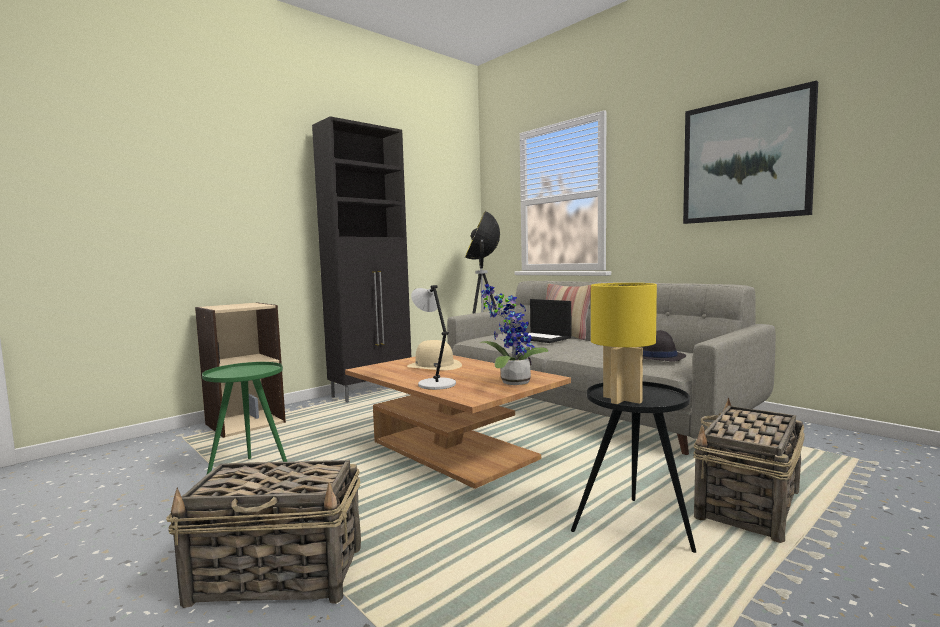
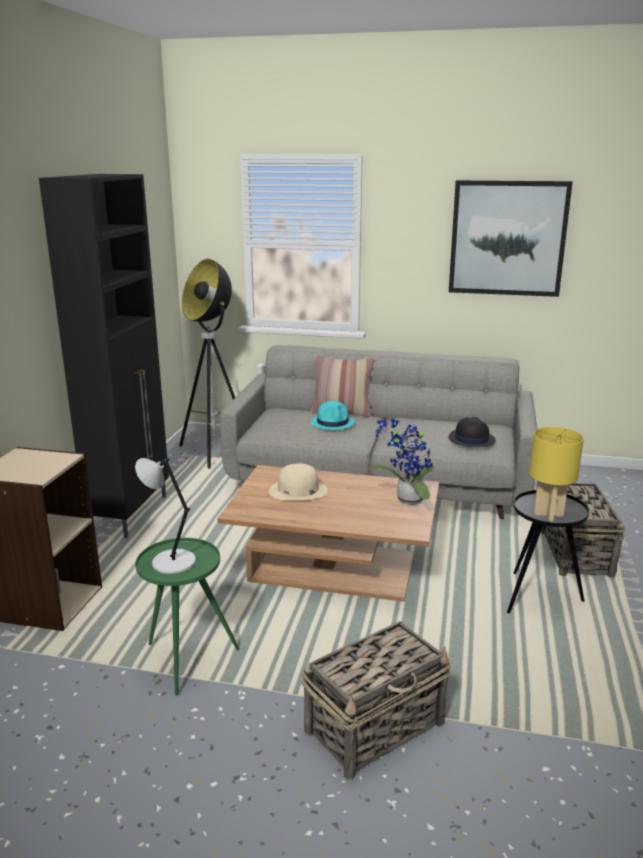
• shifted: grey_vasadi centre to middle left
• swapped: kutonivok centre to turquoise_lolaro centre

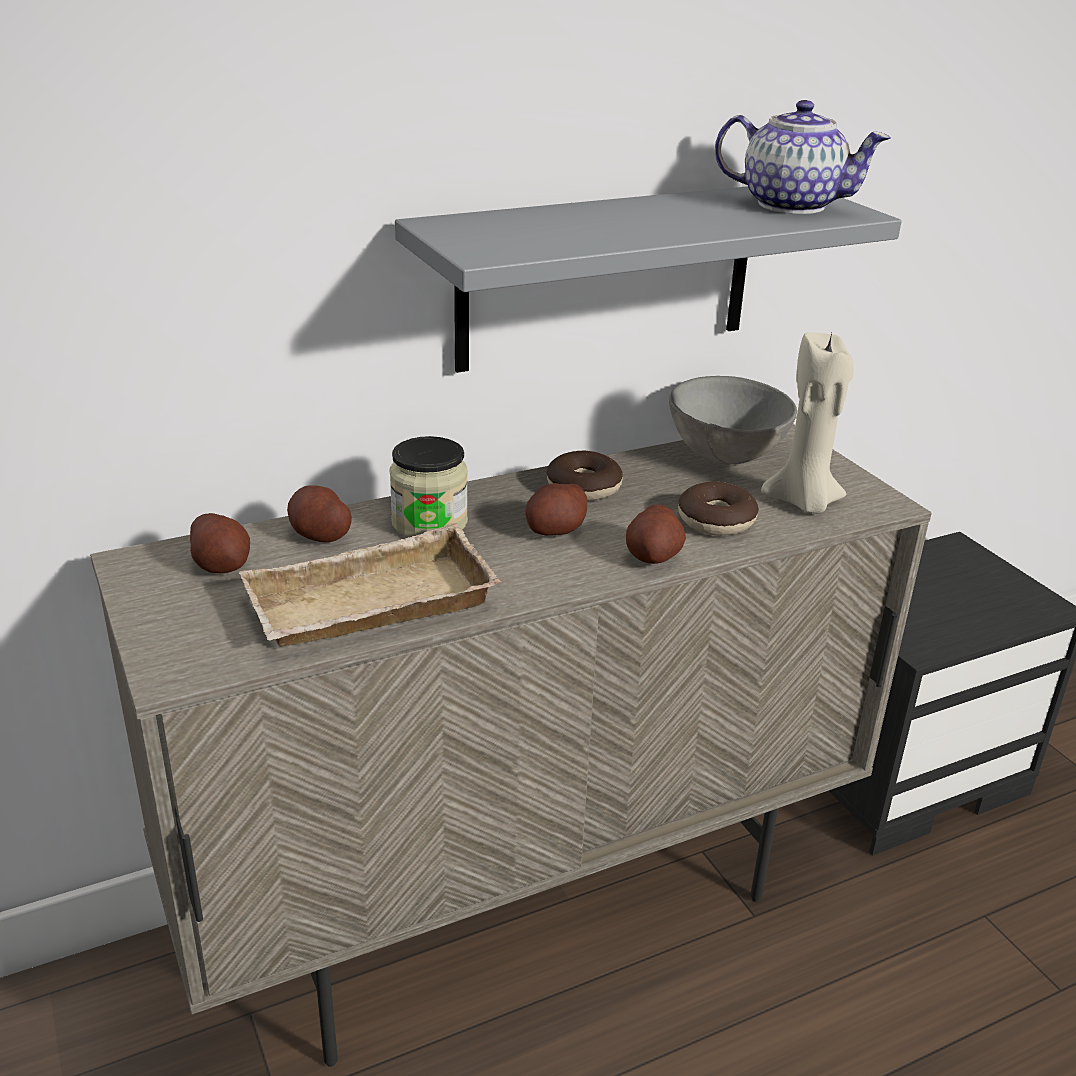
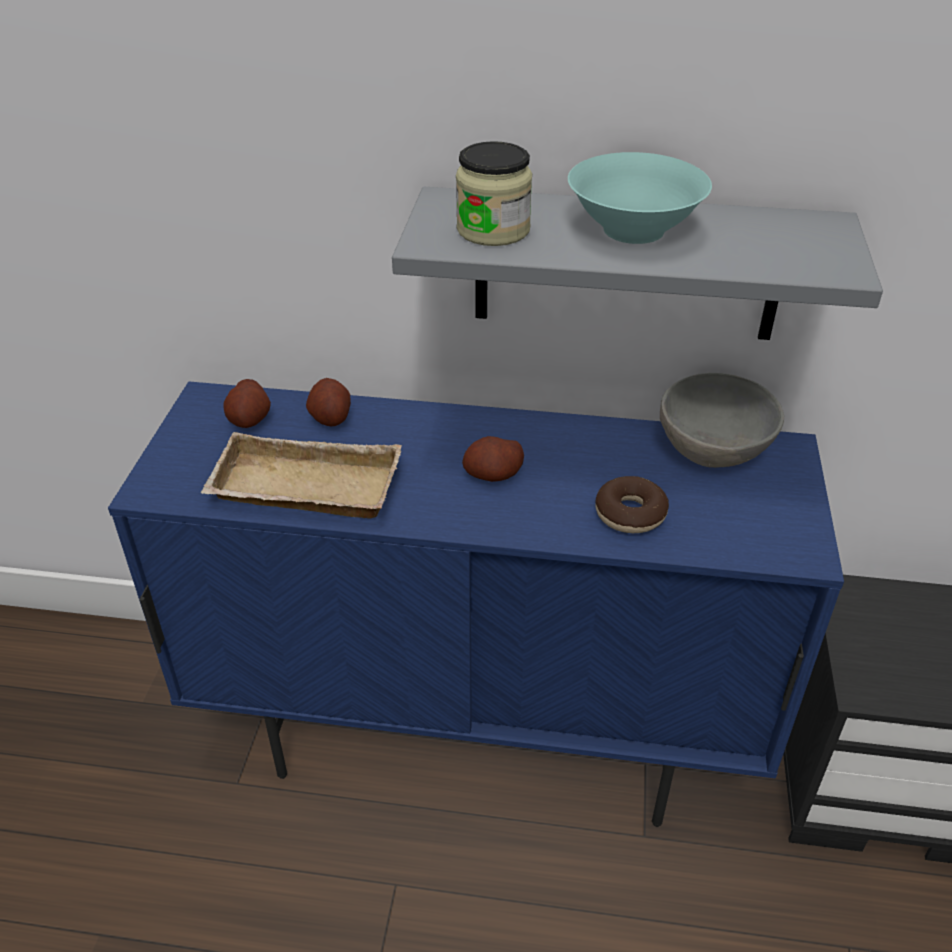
• repainted: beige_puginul bottom centre to blue_puginul centre
• shifted: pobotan centre to top centre
• new: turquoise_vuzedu top right
• gone: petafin (no. 1 from left) centre
• gone: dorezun (no. 4 from left) centre
• gone: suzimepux top right
• gone: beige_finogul middle right

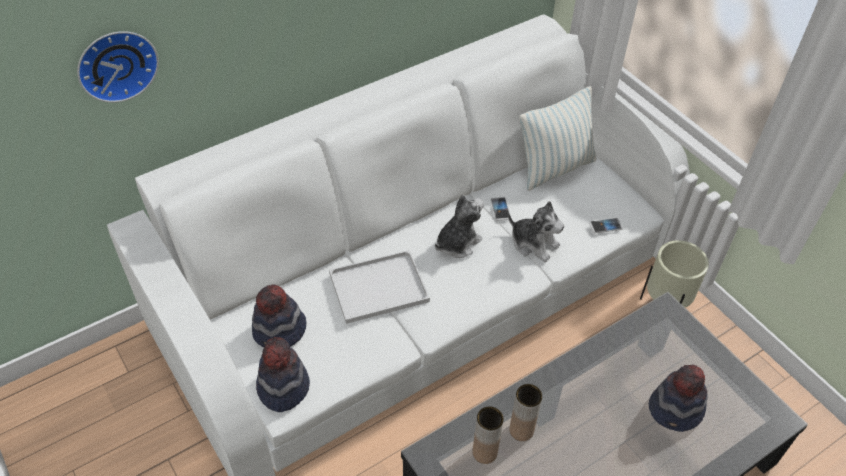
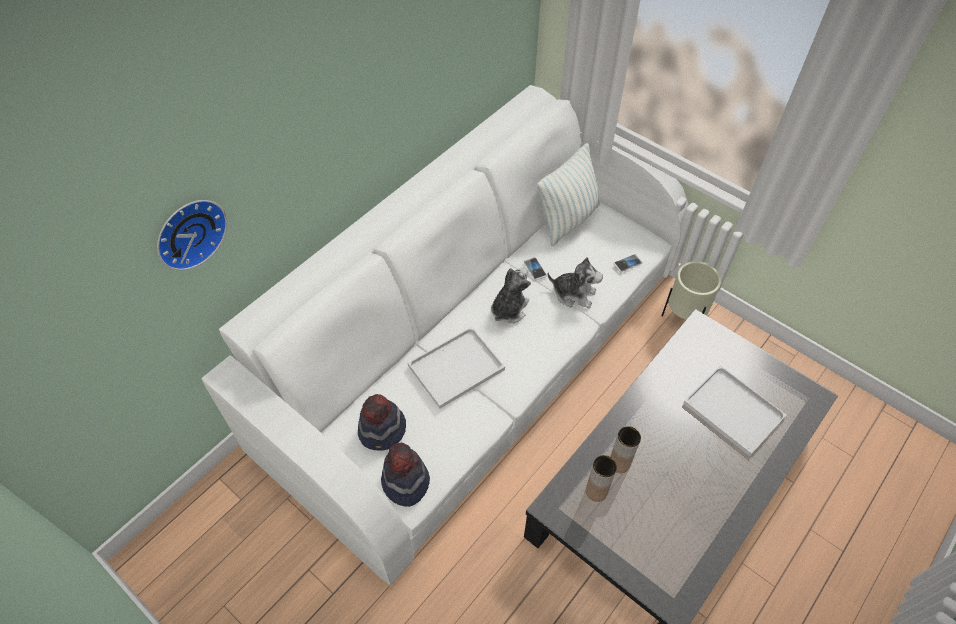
• swapped: lolaro (no. 3 from left) bottom right to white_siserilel (no. 2 from left) middle right

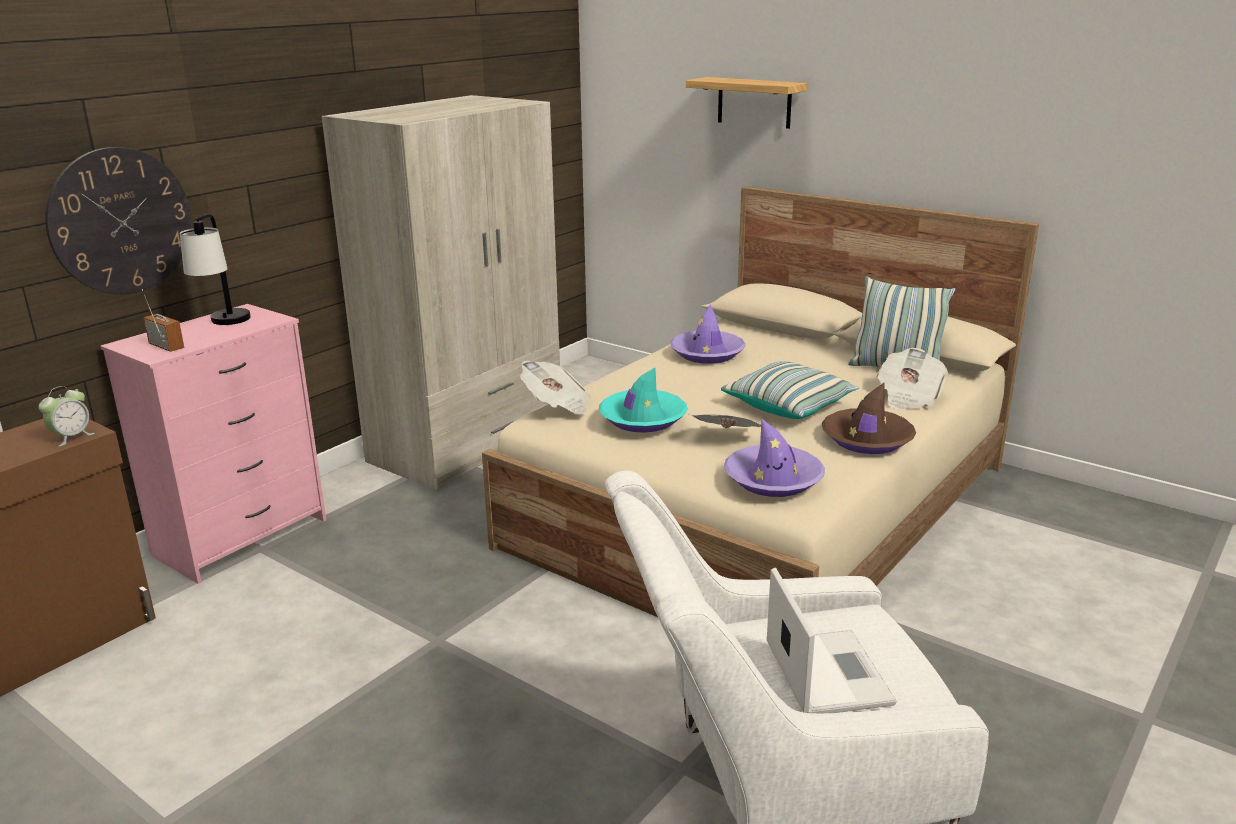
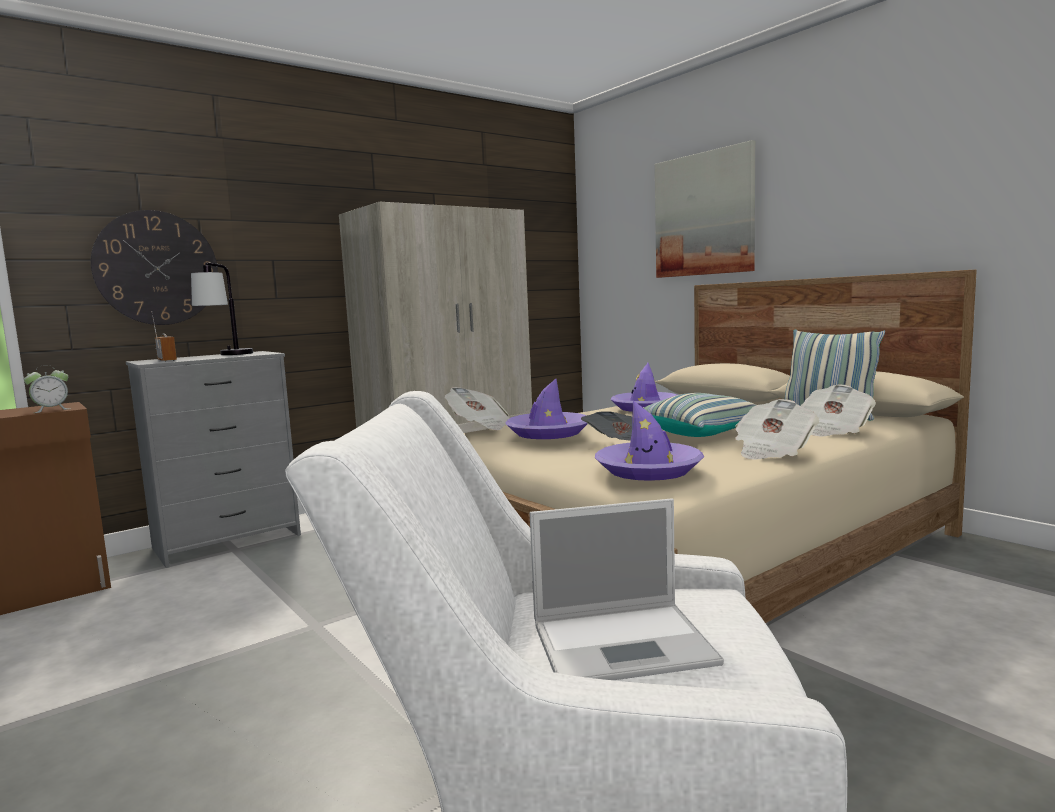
• repainted: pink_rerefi middle left to grey_rerefi middle left
• repainted: turquoise_lolaro centre to purple_lolaro (no. 1 from left) centre
• rotated: kutonivok bottom right = bottom centre 75 degrees clockwise
• swapped: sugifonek top centre to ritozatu top right
• swapped: brown_lolaro middle right to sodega (no. 3 from left) middle right

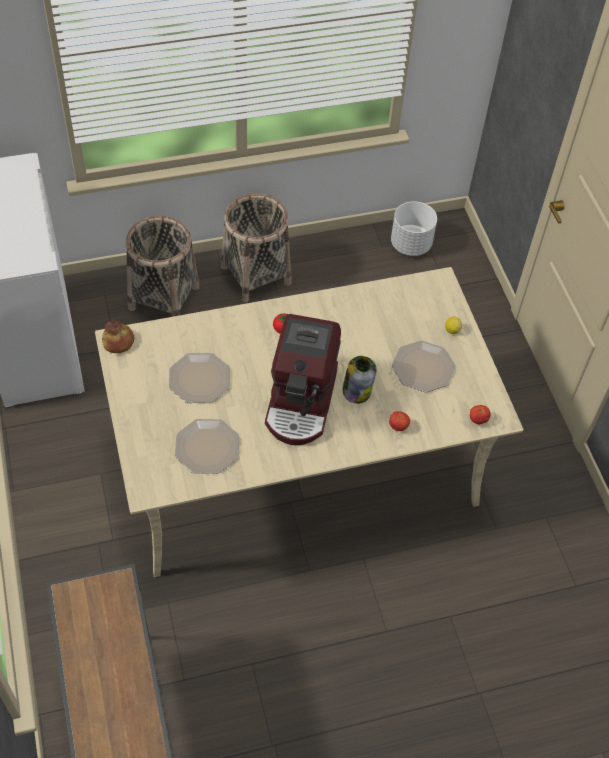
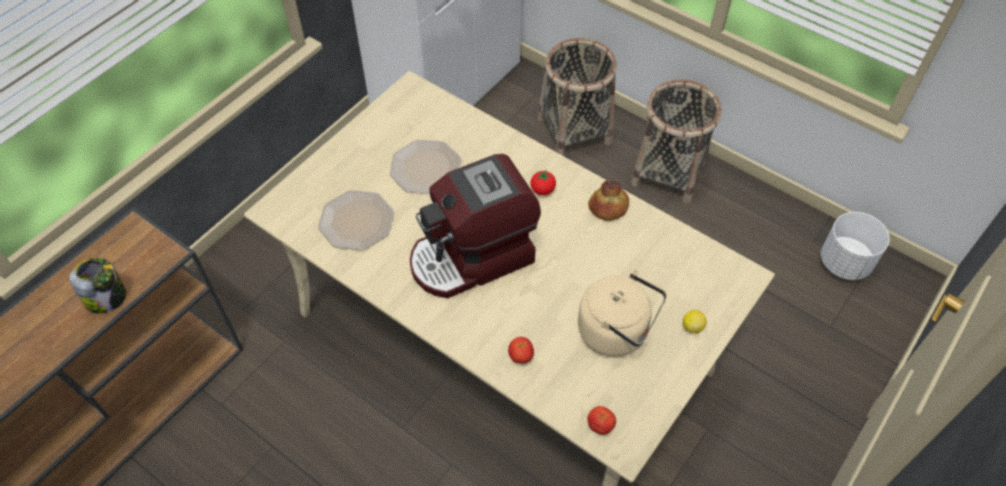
• shifted: pobotan centre to middle left
• swapped: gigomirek (no. 3 from left) middle right to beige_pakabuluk centre
• shifted: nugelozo middle left to centre

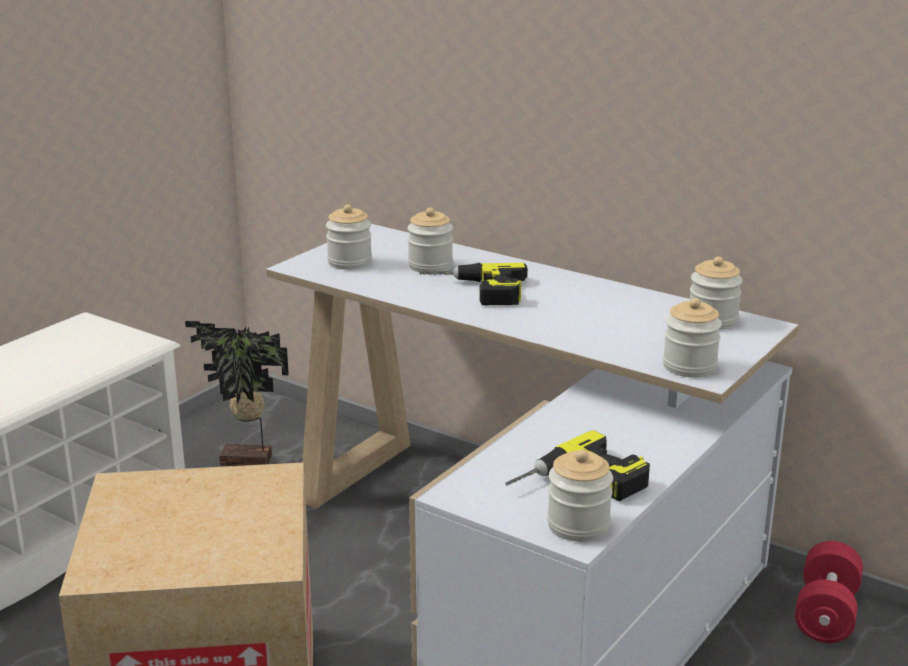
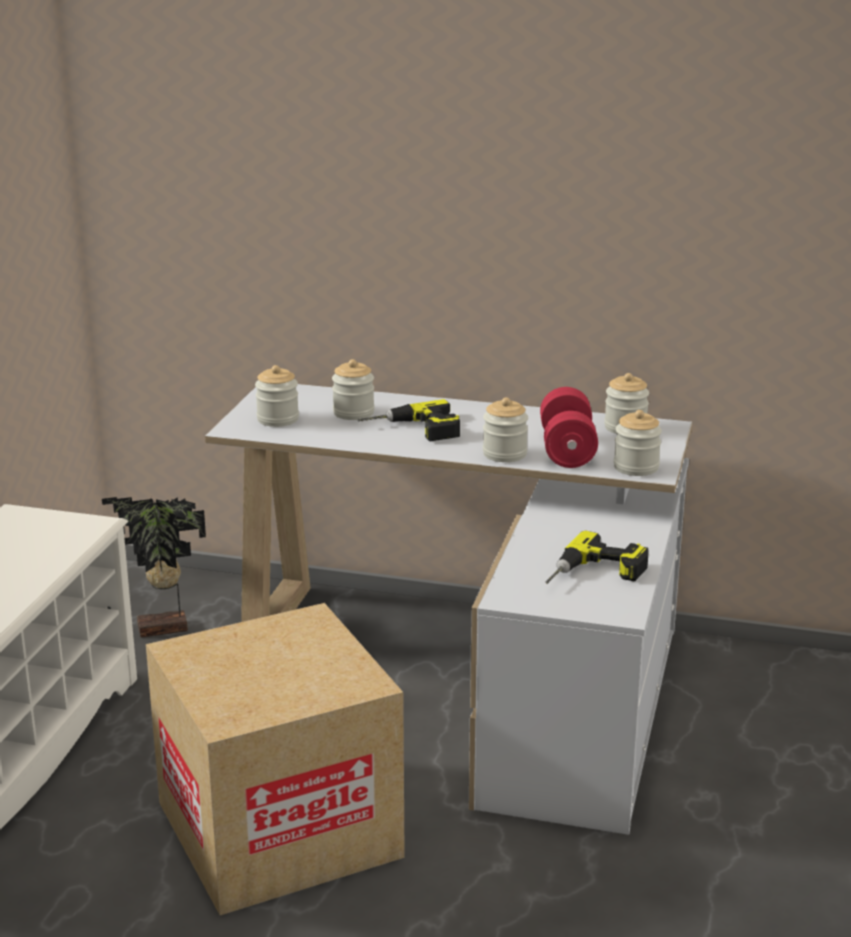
• shifted: pobotan (no. 3 from left) bottom centre to centre
• shifted: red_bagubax bottom right to middle right

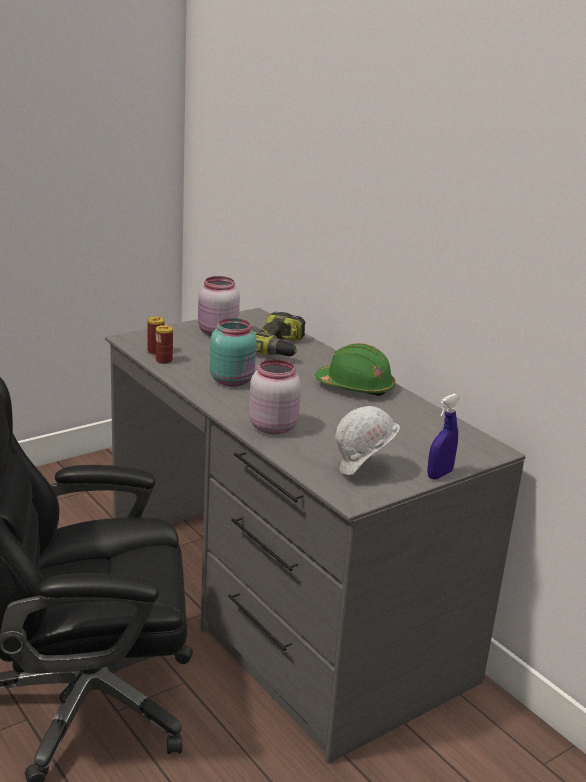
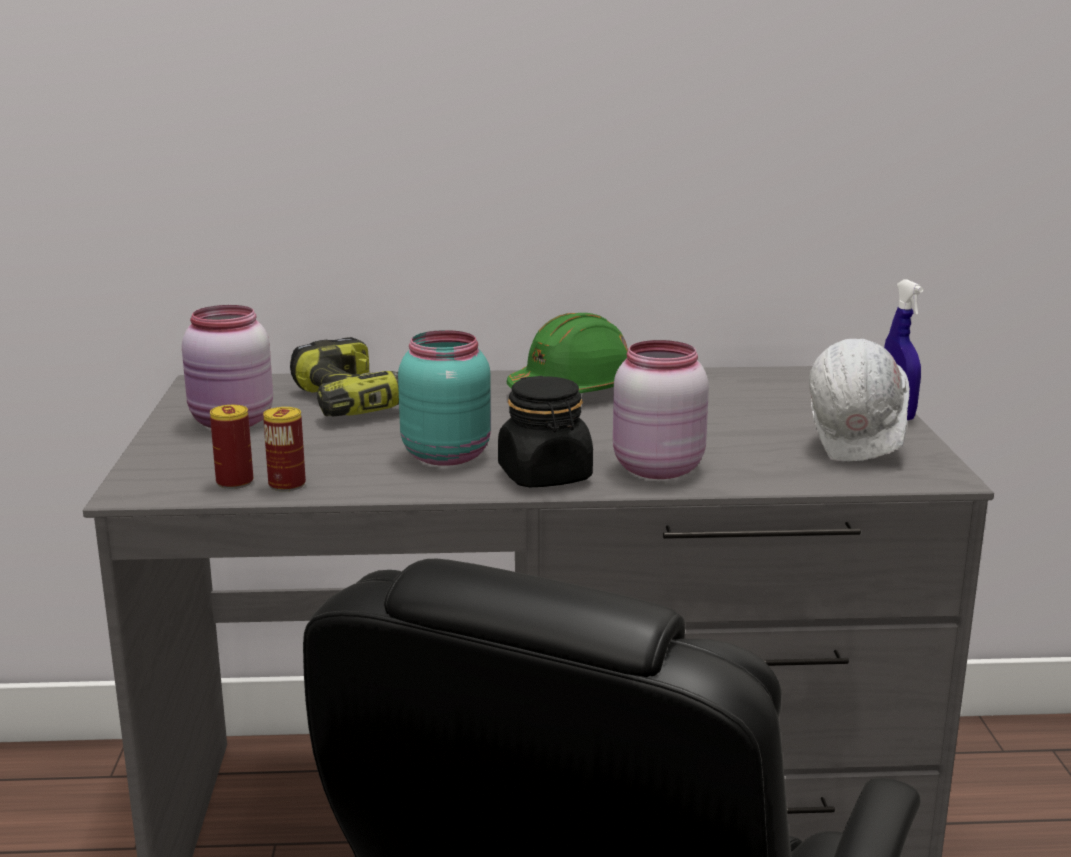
• new: black_pobotan centre

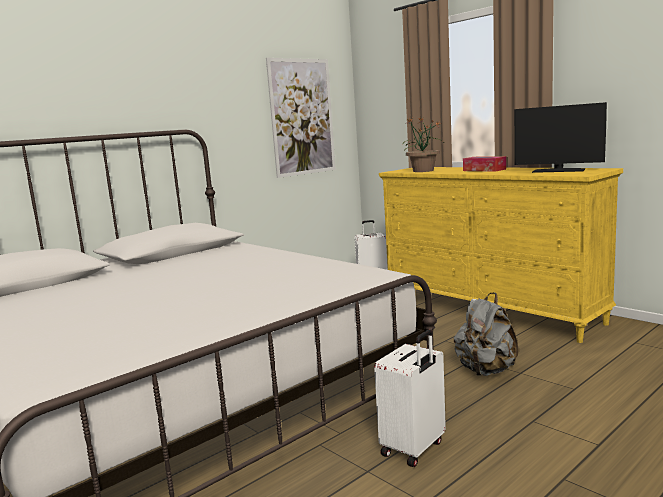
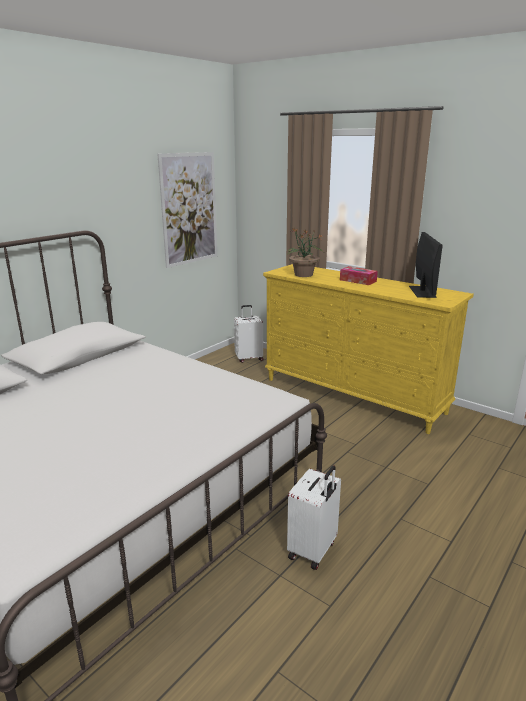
• rotated: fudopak top right = middle right 105 degrees counterclockwise
• gone: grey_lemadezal bottom right

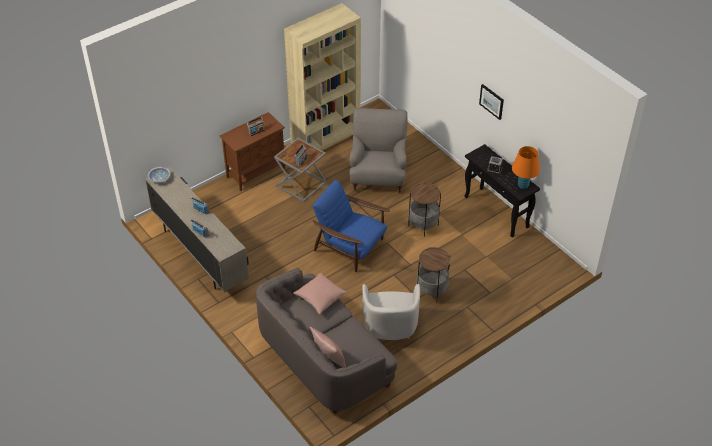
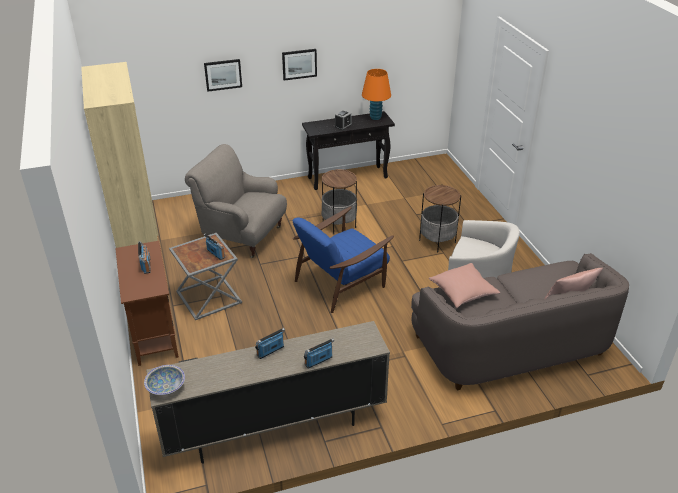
• new: ritozatu (no. 1 from left) top left

